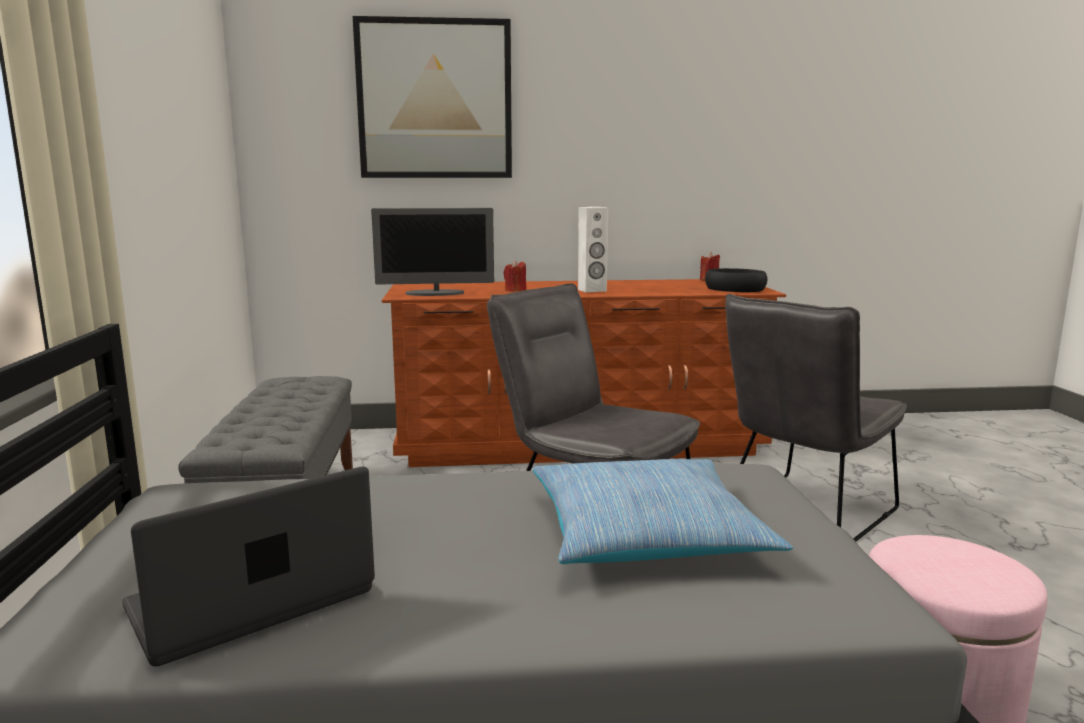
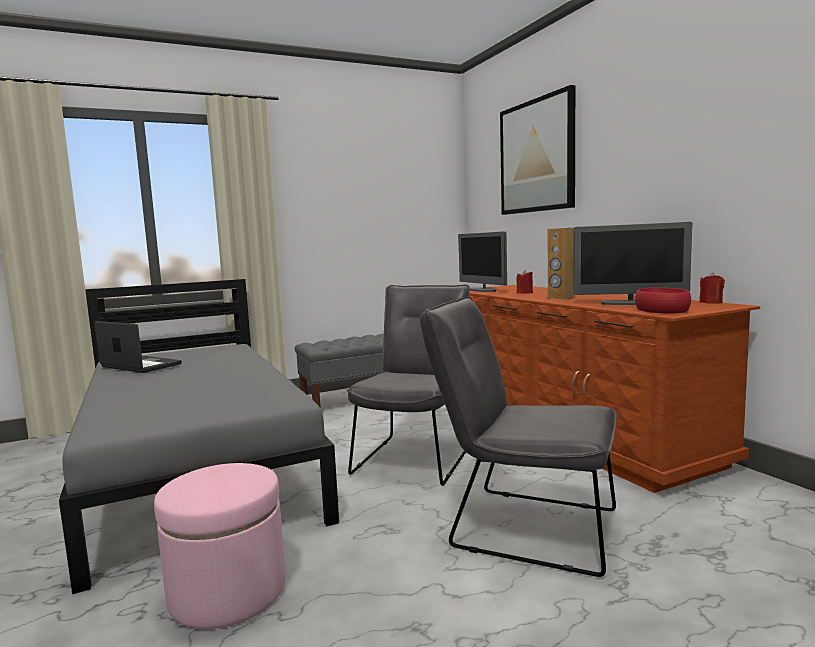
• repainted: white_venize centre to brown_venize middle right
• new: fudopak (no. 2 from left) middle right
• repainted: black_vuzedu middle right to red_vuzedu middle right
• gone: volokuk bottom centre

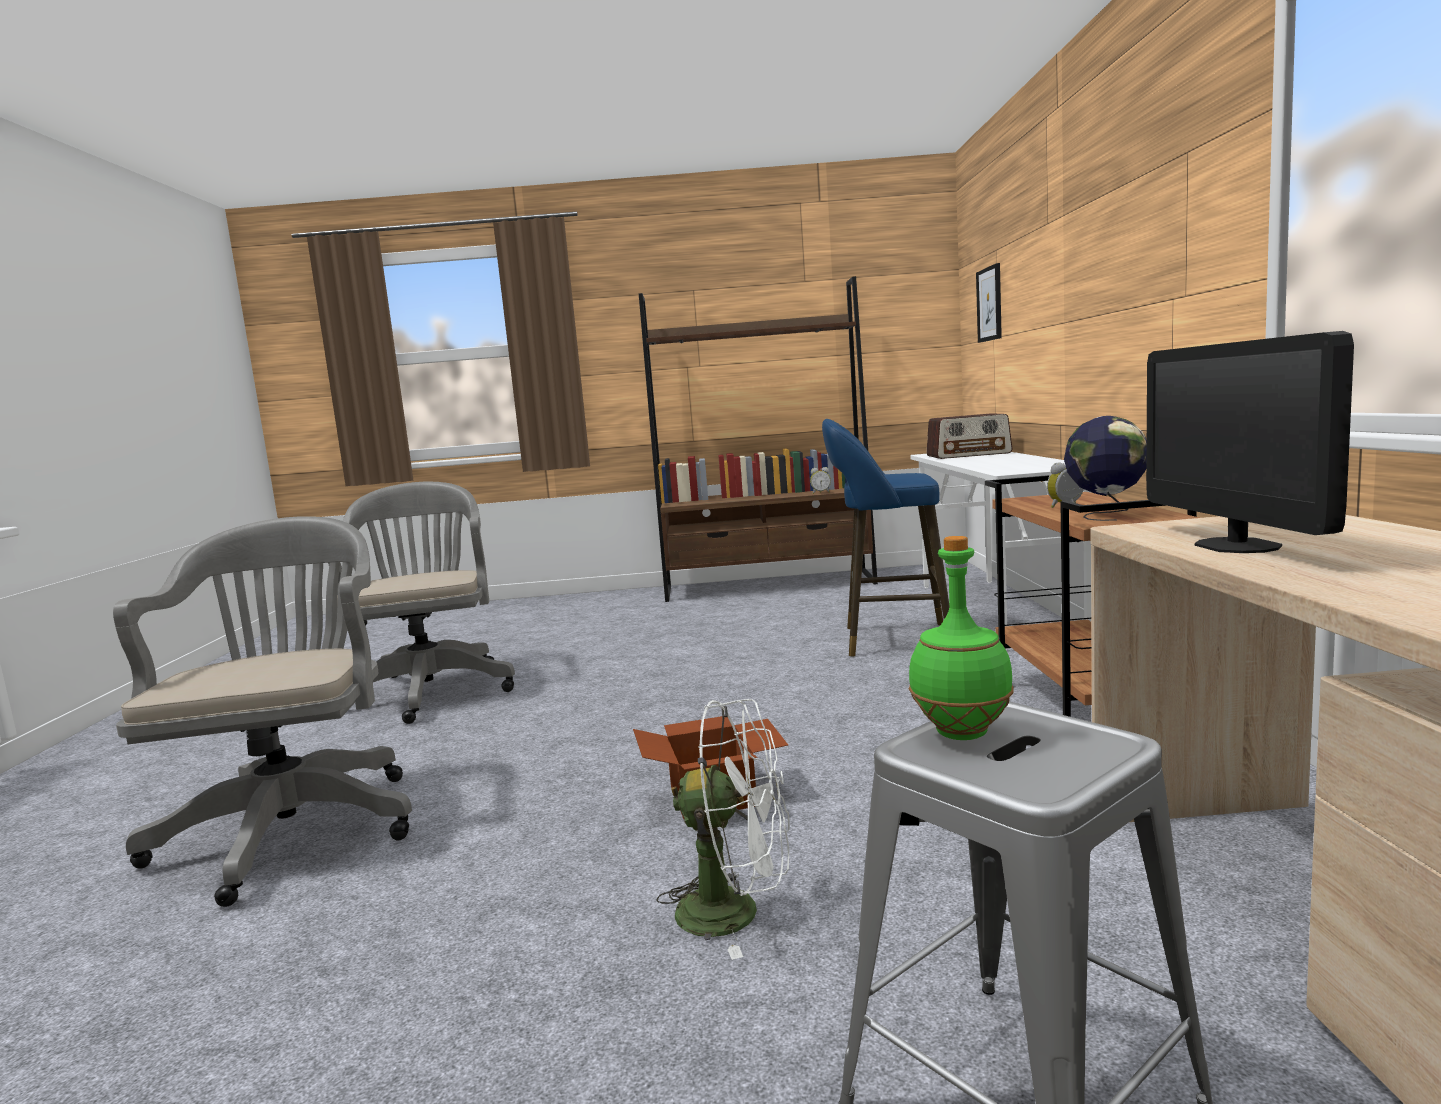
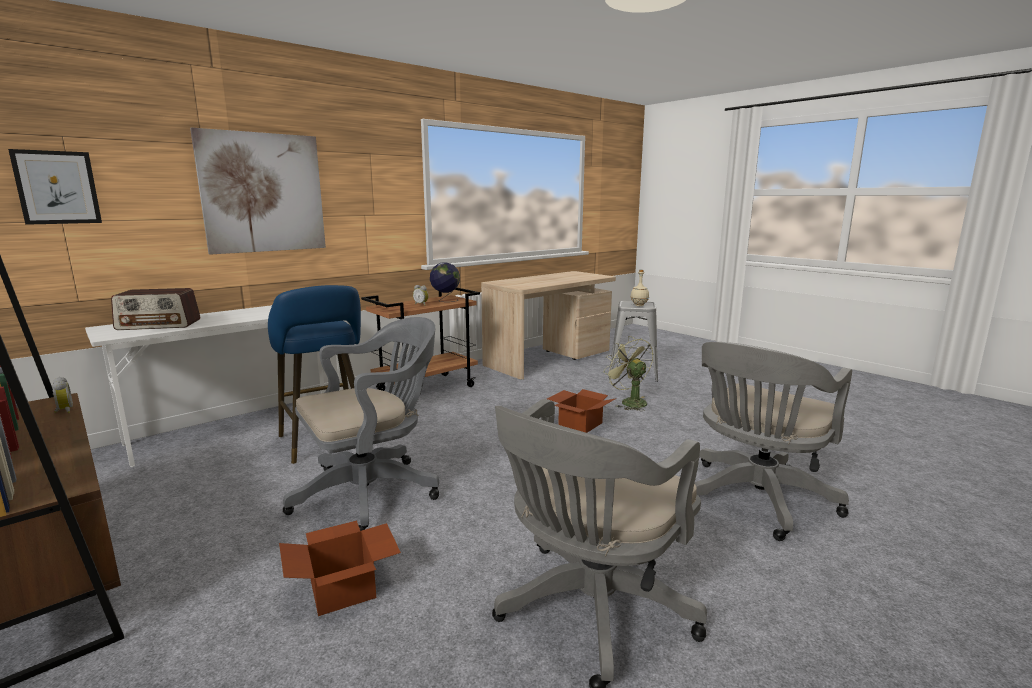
• rotated: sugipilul middle right = middle left 120 degrees clockwise
• new: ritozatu (no. 2 from left) top left
• new: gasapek (no. 1 from left) bottom left
• new: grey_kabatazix (no. 1 from left) centre
• repainted: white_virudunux bottom centre to green_virudunux centre
• repainted: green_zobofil middle right to beige_zobofil centre
• gone: fudopak middle right

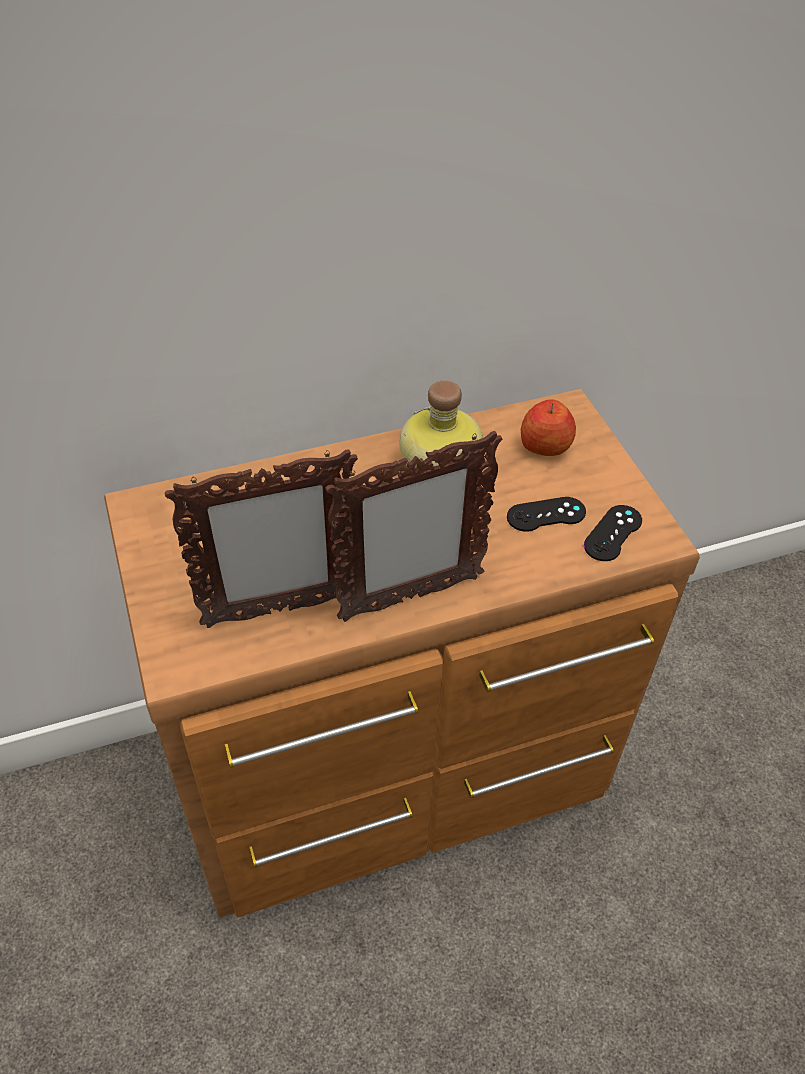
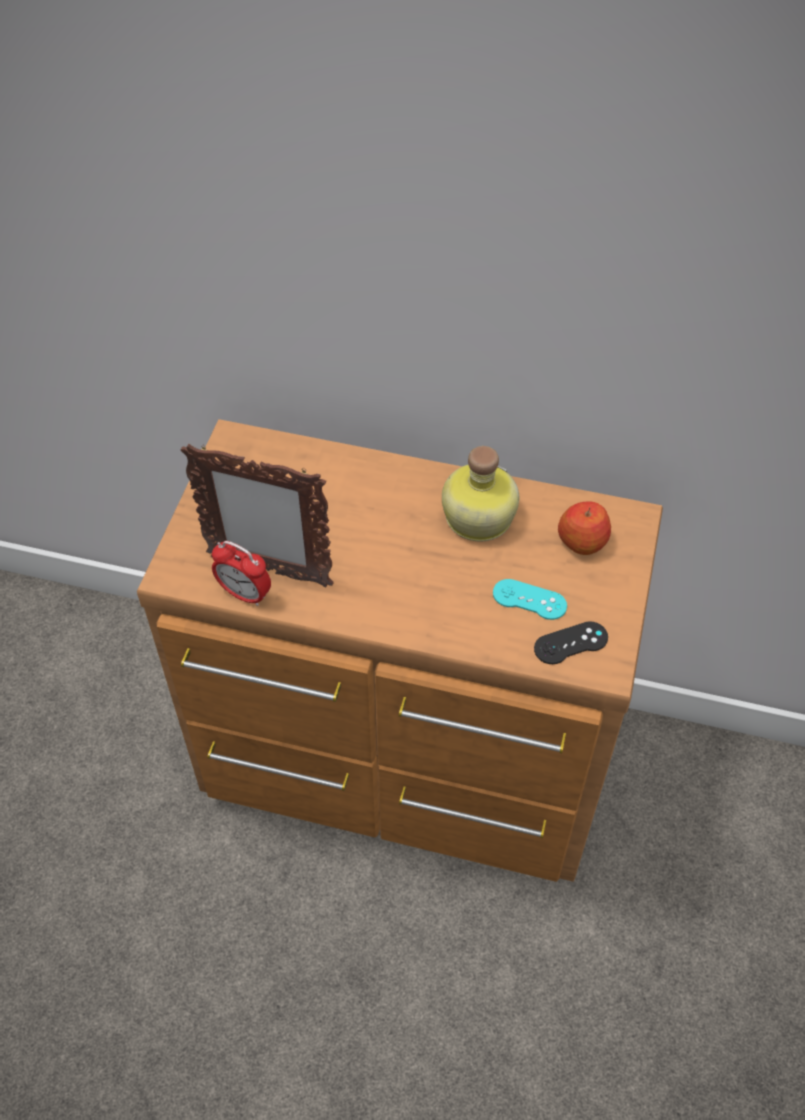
• new: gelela middle left
• repainted: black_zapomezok (no. 1 from left) middle right to turquoise_zapomezok centre
• gone: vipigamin (no. 2 from left) centre

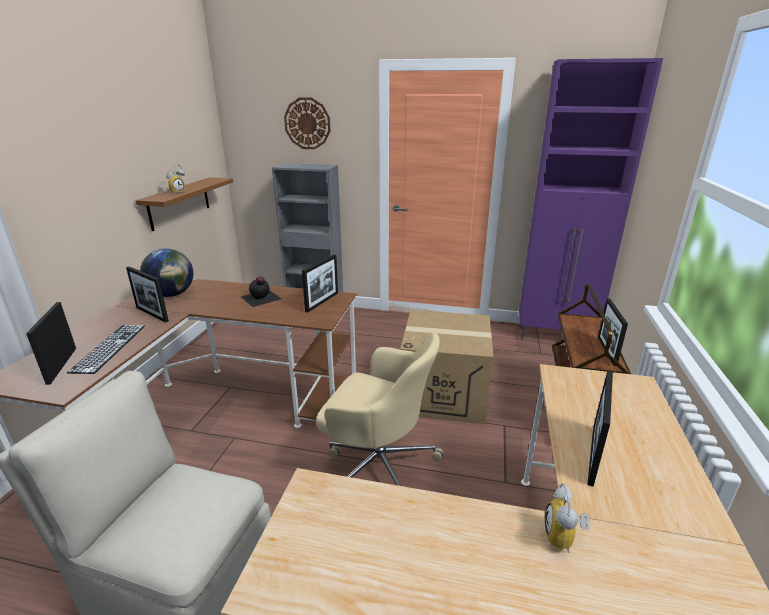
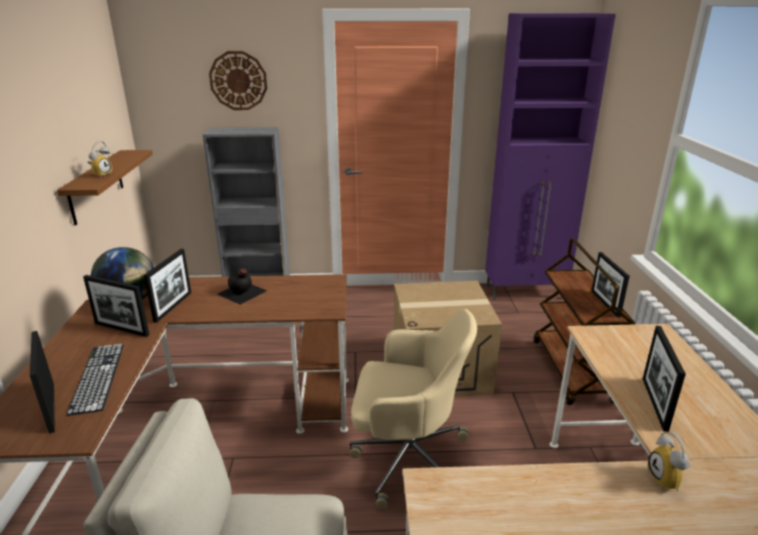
• shifted: vipigamin (no. 3 from left) centre to middle left

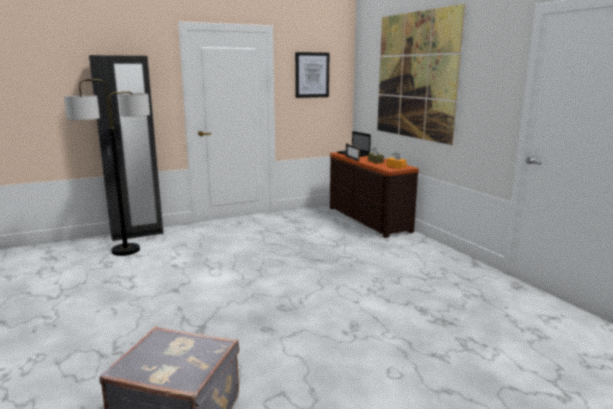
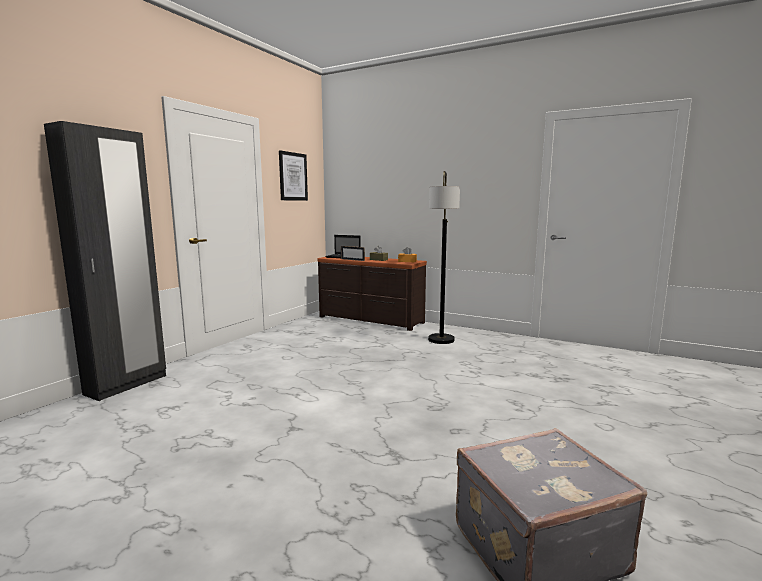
• shifted: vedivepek middle left to centre
• gone: ritozatu (no. 2 from left) top right

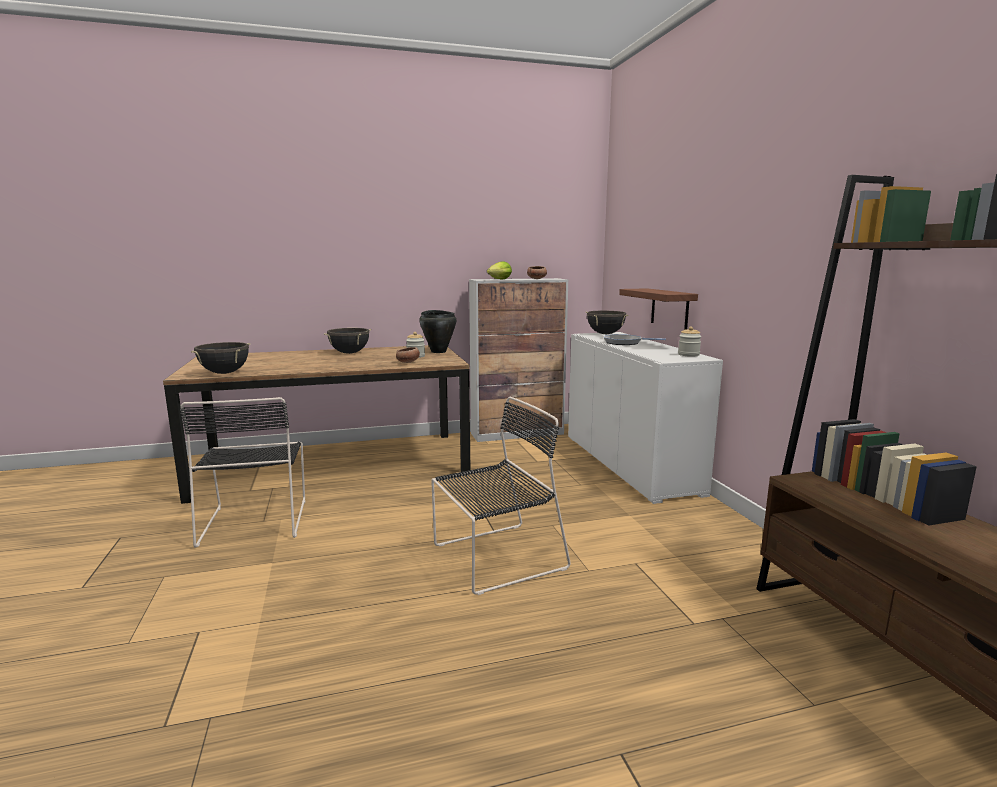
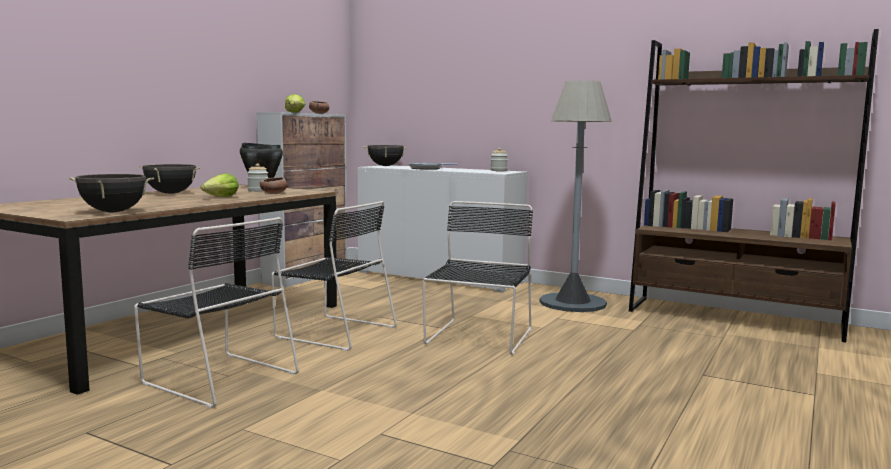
• new: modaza (no. 1 from left) middle left
• new: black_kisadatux (no. 2 from left) centre
• new: grey_vedivepek centre
• gone: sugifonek centre

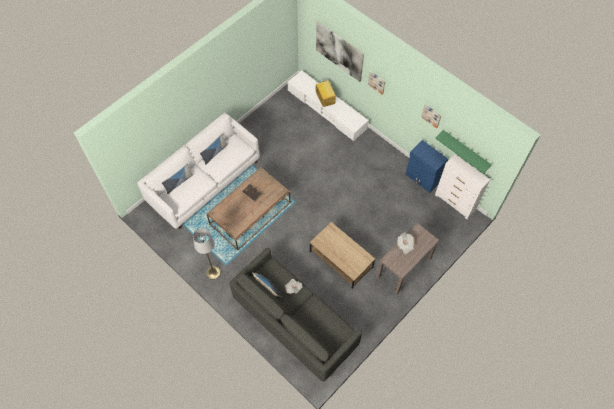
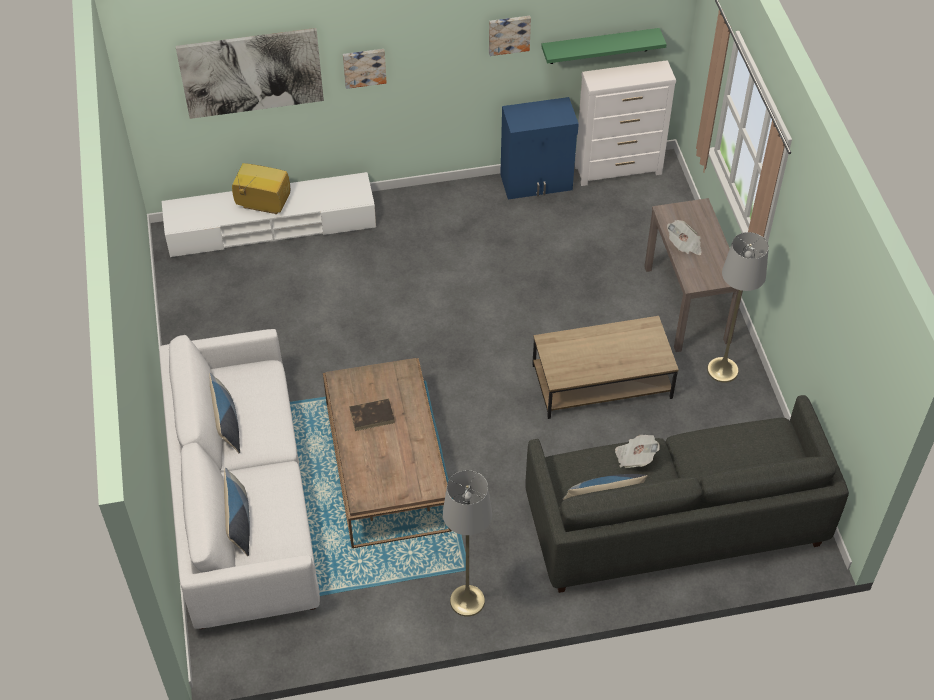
• new: grey_vedivepek (no. 2 from left) middle right

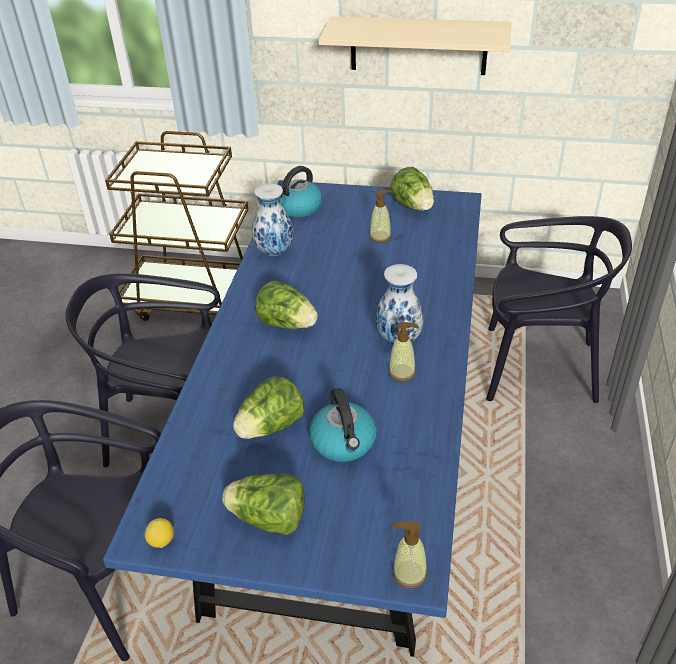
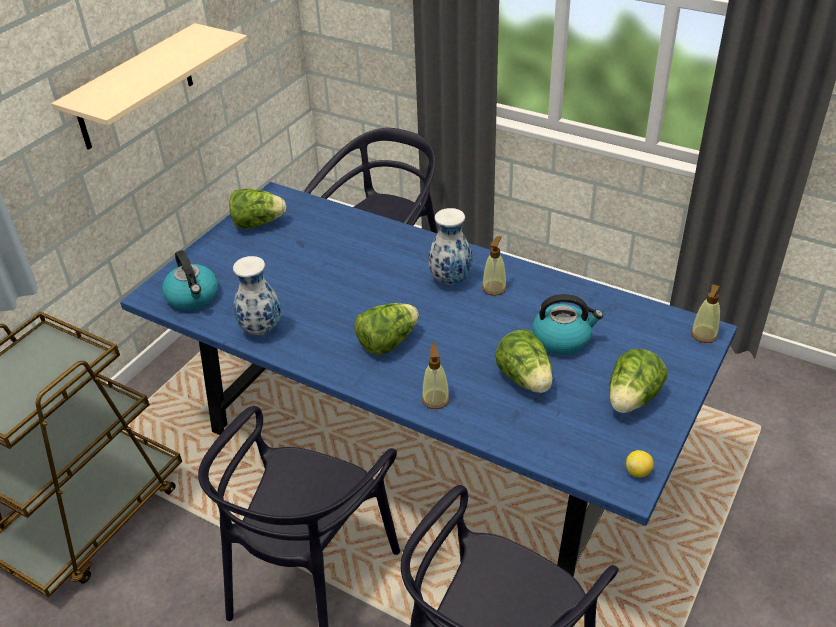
• shifted: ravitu (no. 1 from left) top centre to centre

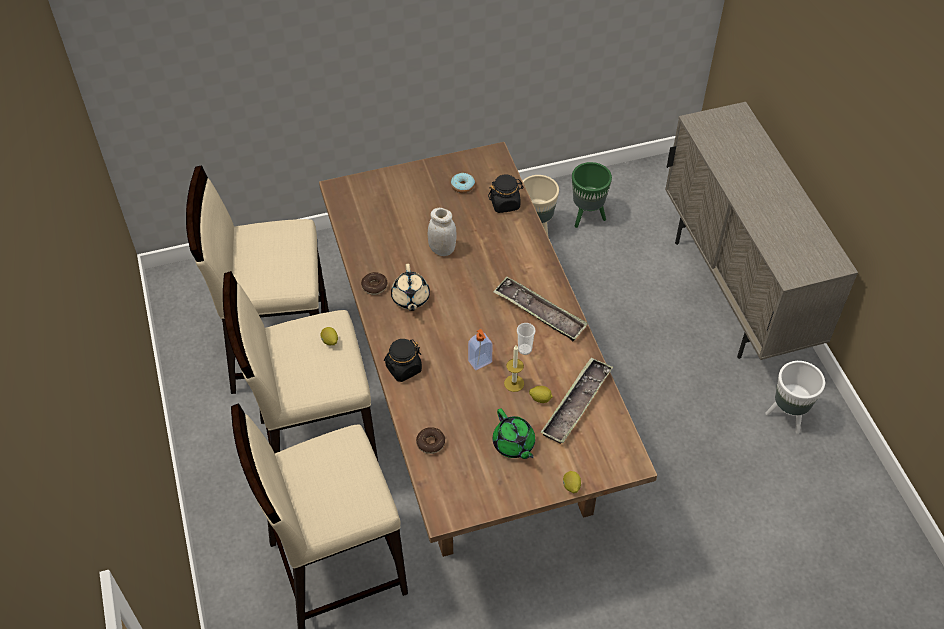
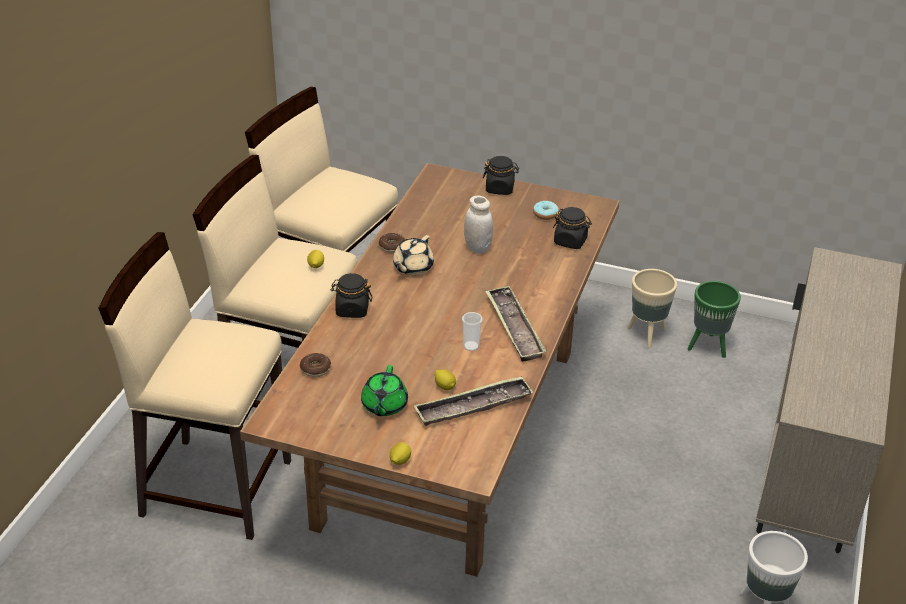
• new: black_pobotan (no. 2 from left) top centre
• gone: ravitu centre
• gone: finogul centre

